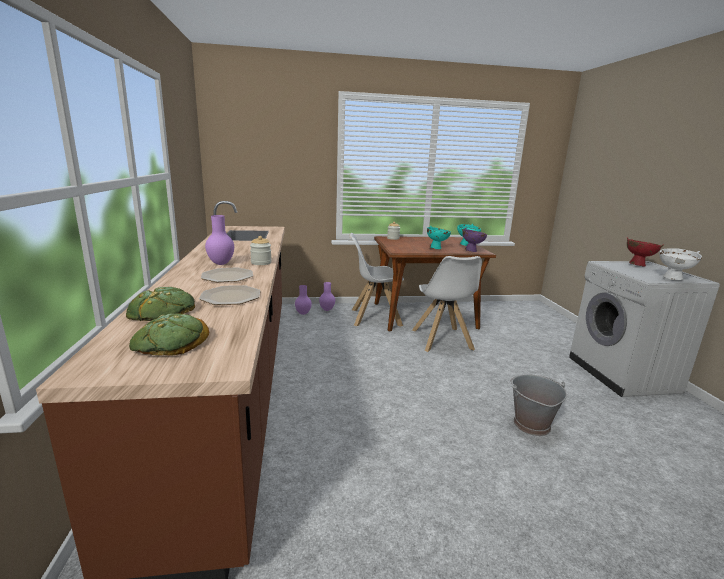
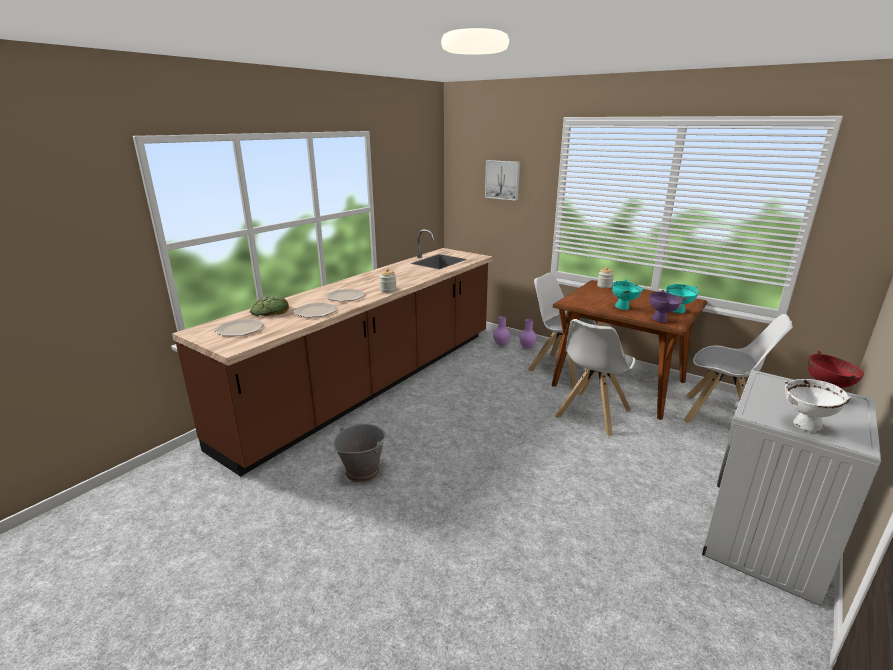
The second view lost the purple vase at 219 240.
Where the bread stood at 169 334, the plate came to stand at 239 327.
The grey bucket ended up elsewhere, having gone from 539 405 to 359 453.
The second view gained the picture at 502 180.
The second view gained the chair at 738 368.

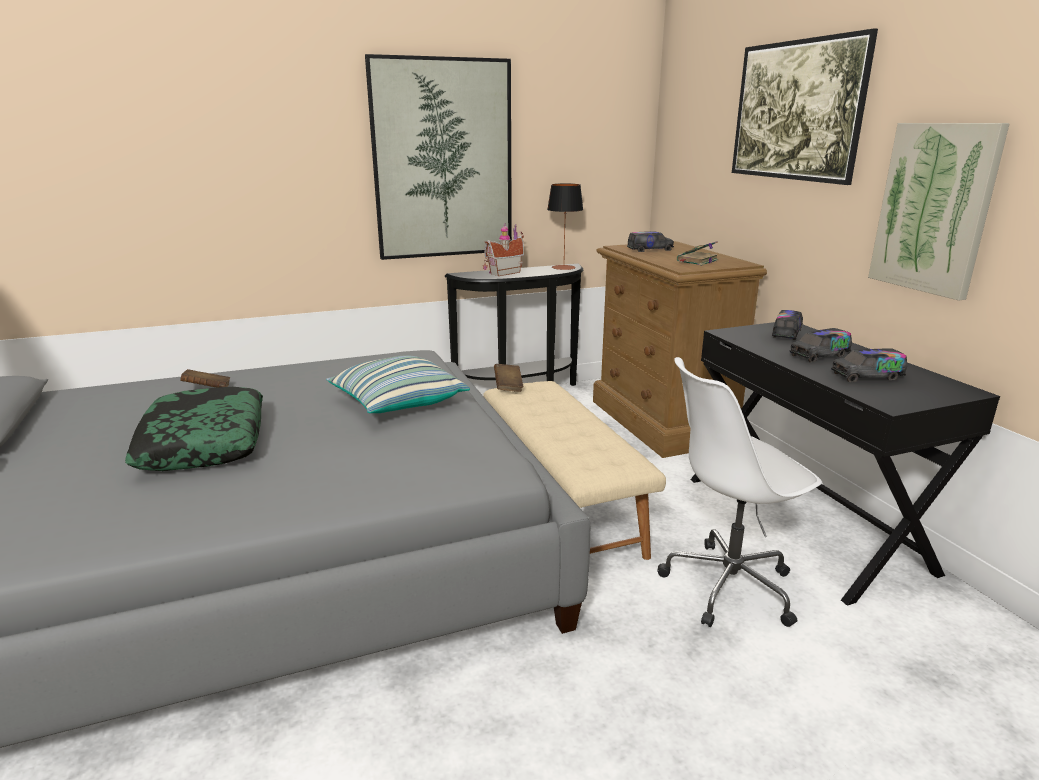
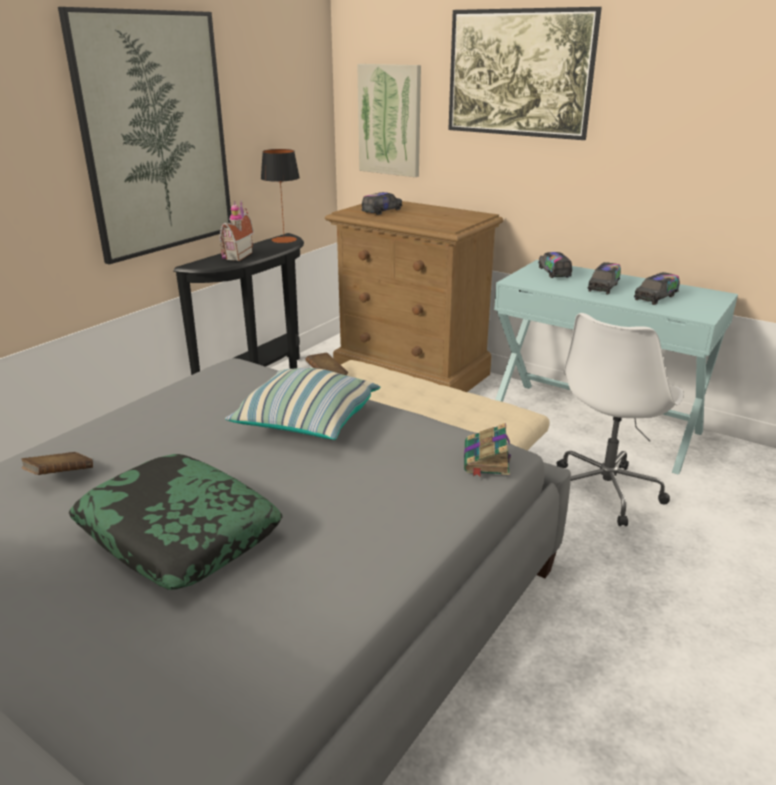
The picture ended up elsewhere, having gone from 939 212 to 389 120.
The book ended up elsewhere, having gone from 697 253 to 487 450.
What was the black desk at 845 464 turned into the turquoise desk at 616 367.

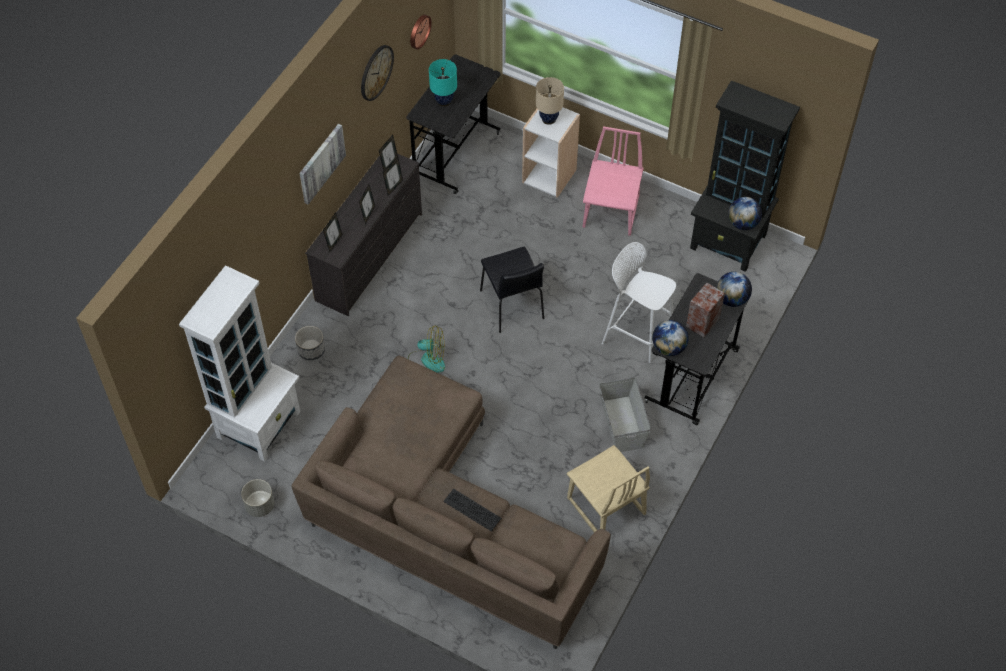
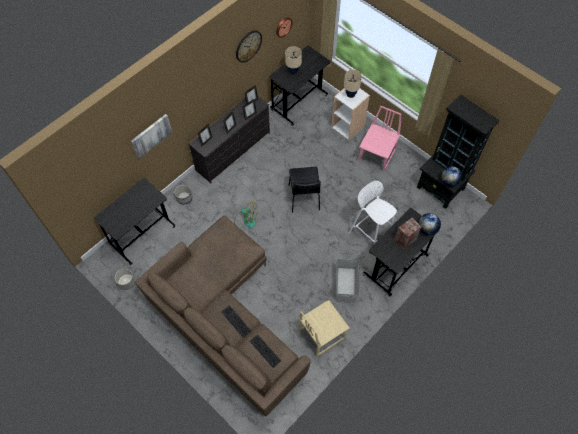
What was the turquoise table lamp at 443 83 turned into the beige table lamp at 293 60.
The picture ended up elsewhere, having gone from 323 164 to 151 136.
Where the white cabinet stood at 239 363, the black desk came to stand at 134 221.
The second view lost the globe at 670 338.
The beige chair at 608 488 ended up facing another way, 75 degrees clockwise from before.
The second view gained the keyboard at 265 351.

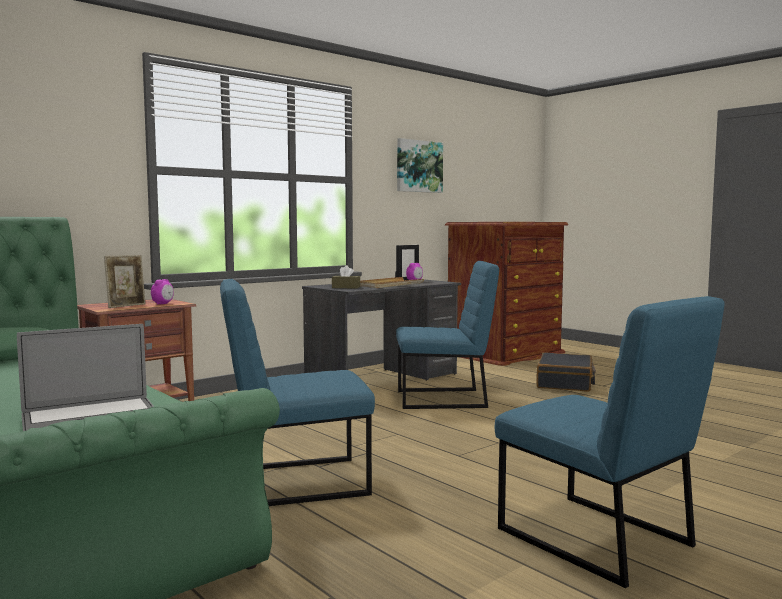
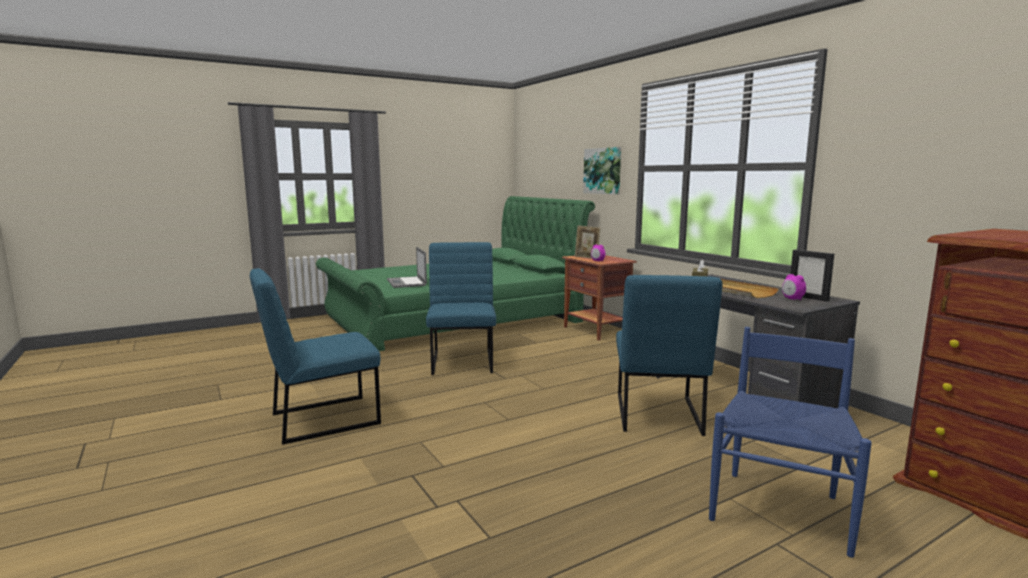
The picture ended up elsewhere, having gone from 420 165 to 602 170.
Where the black suitcase stood at 566 372, the blue chair came to stand at 790 442.

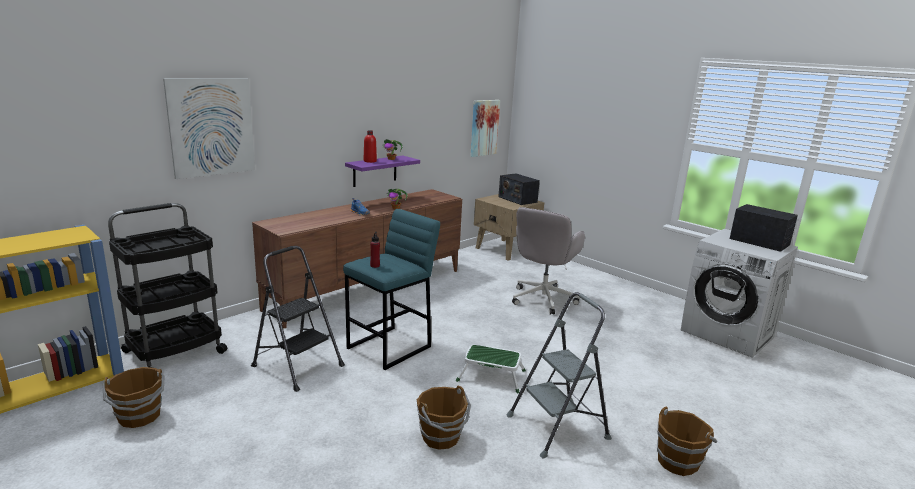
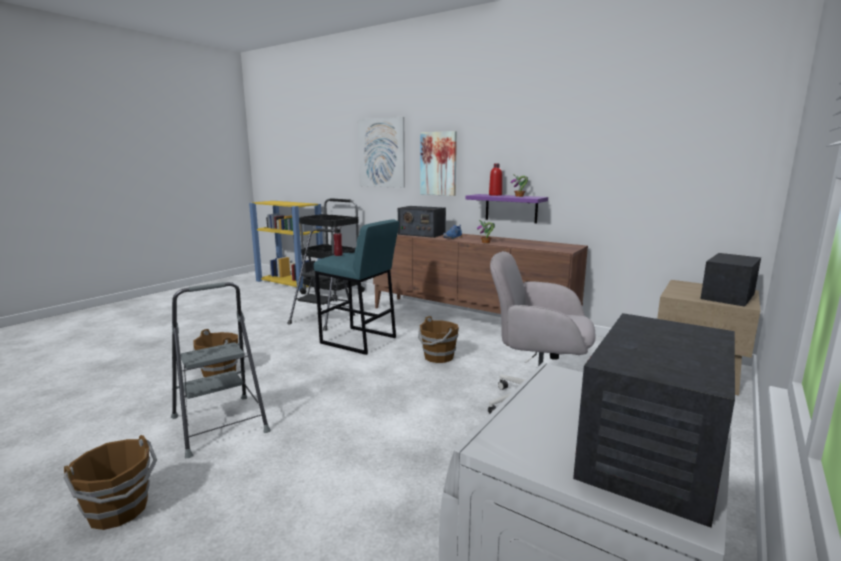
The picture ended up elsewhere, having gone from 485 128 to 438 163.
The second view lost the green step ladder at 491 368.
The brown bucket ended up elsewhere, having gone from 133 397 to 438 339.
The second view gained the radio at 422 222.

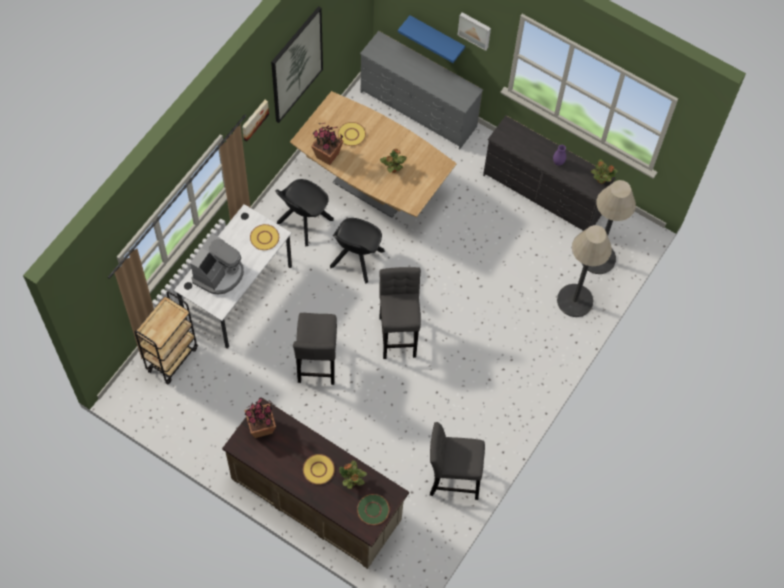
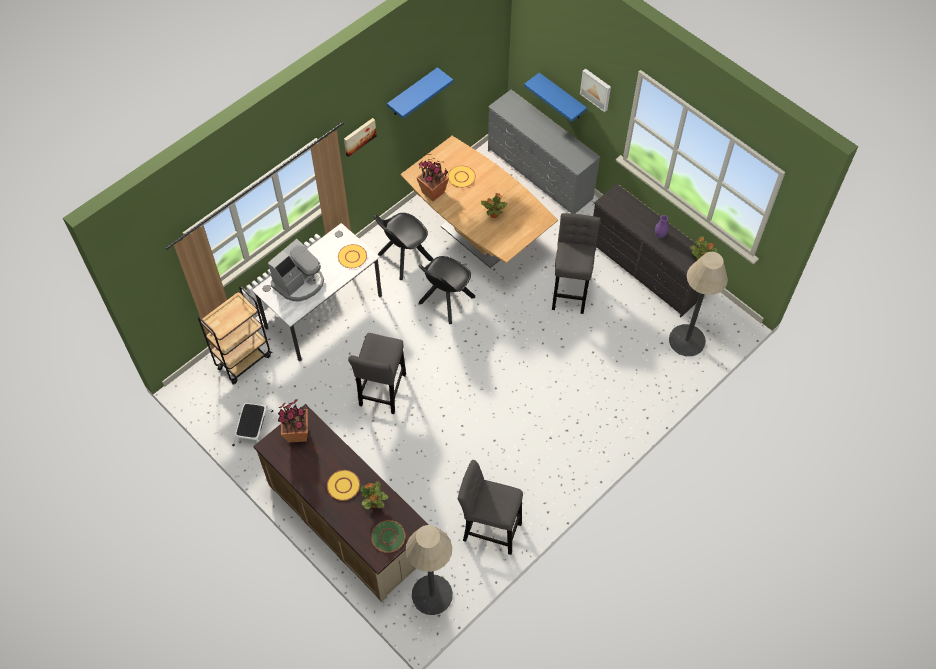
Where the picture hung at 297 64, the blue shelf came to hang at 420 93.
The floor lamp ended up elsewhere, having gone from 584 271 to 429 570.
The grey stool ended up elsewhere, having gone from 400 313 to 576 263.
The second view gained the black step ladder at 252 424.

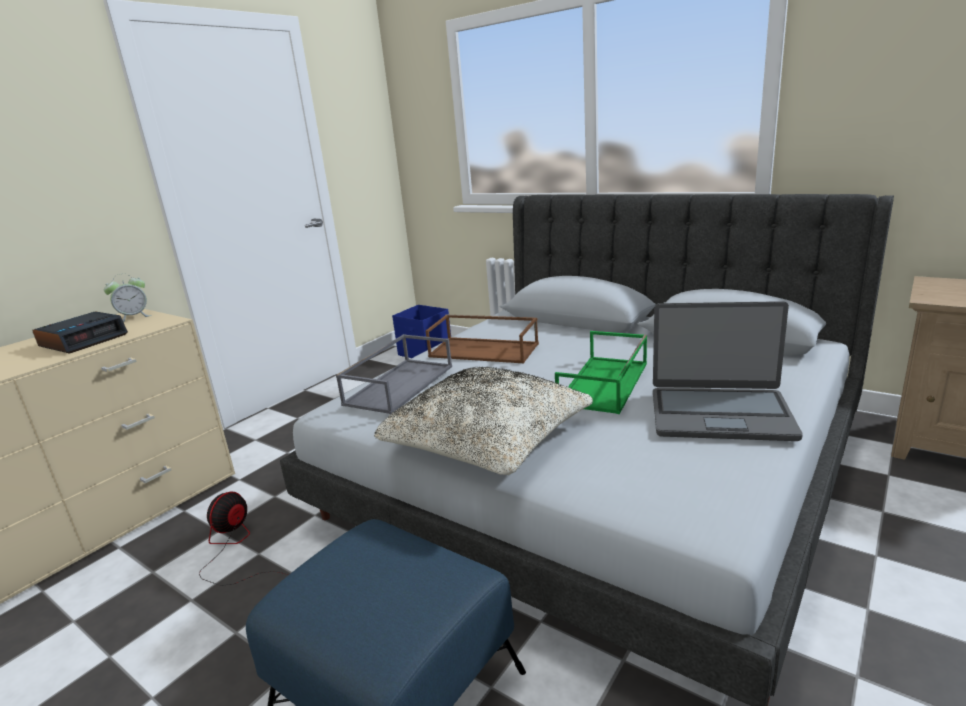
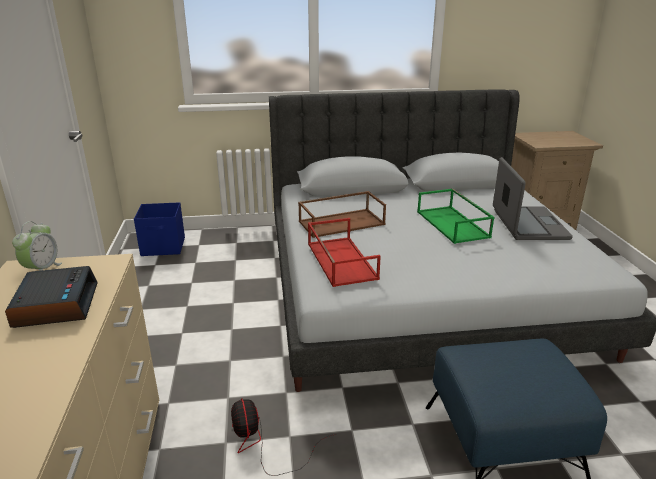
The laptop at 728 371 ended up facing another way, 60 degrees counterclockwise from before.
What was the grey tray at 394 374 turned into the red tray at 344 252.
The second view lost the beige pillow at 483 421.

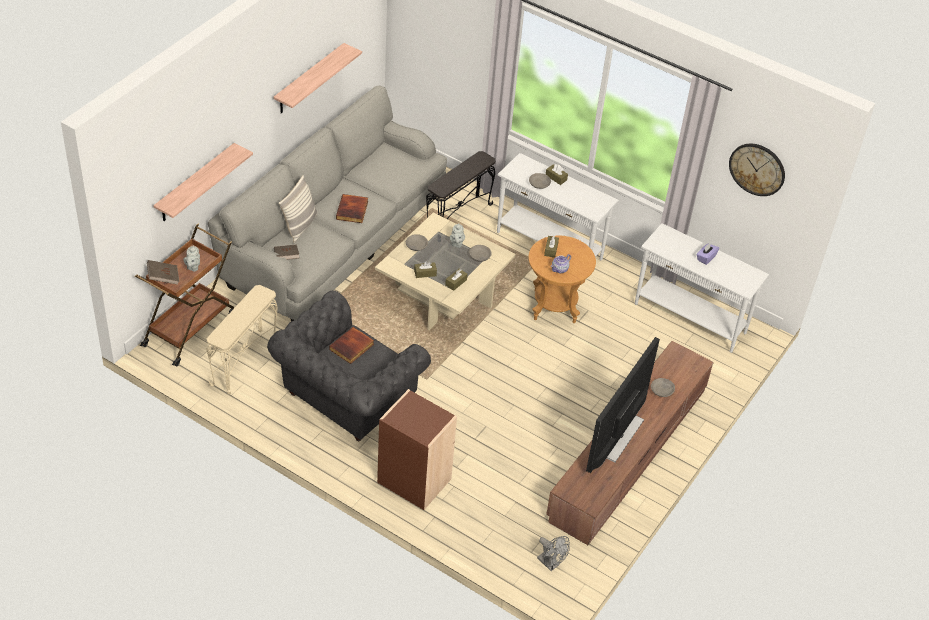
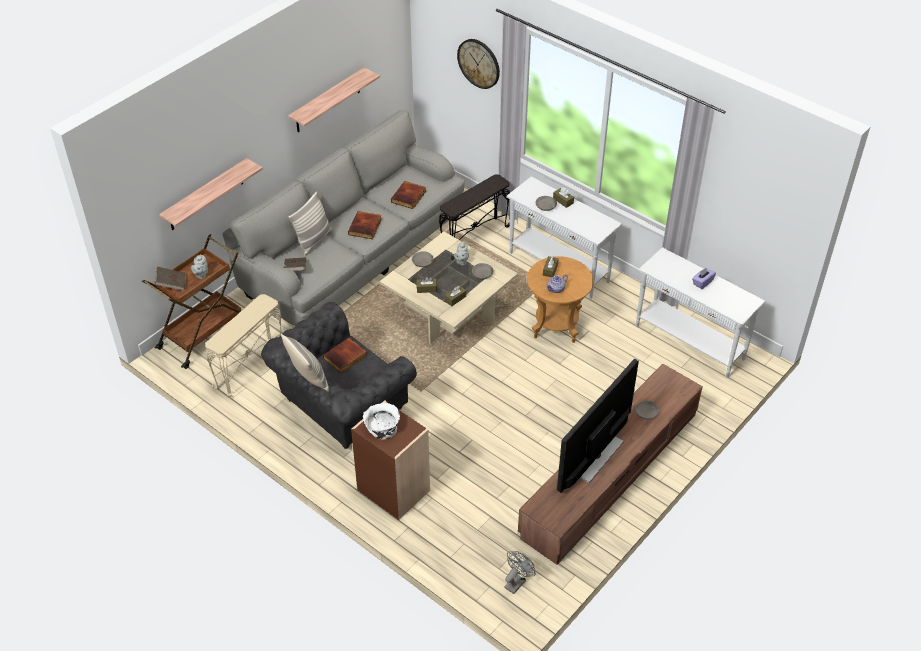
The wall clock ended up elsewhere, having gone from 757 170 to 478 64.
The grey fan at 553 553 ended up facing another way, 105 degrees counterclockwise from before.
The second view gained the book at 408 195.
The second view gained the pillow at 305 363.
The second view gained the white bowl at 381 421.

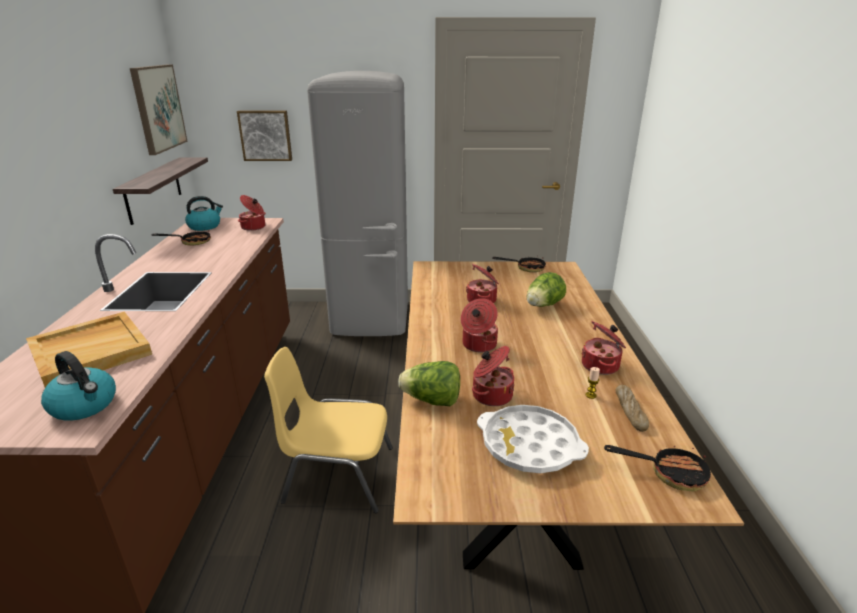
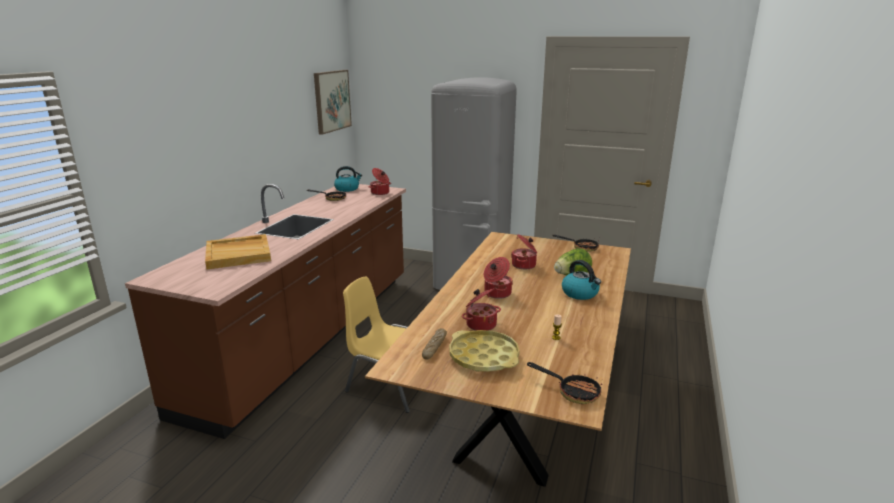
The second view lost the picture at 264 136.
The second view lost the shelf at 160 191.
The second view lost the cooking pot at 603 348.
The kettle ended up elsewhere, having gone from 78 386 to 581 280.
The second view lost the lettuce at 429 383.
The bread ended up elsewhere, having gone from 632 408 to 434 344.
What was the white tray at 533 439 turned into the yellow tray at 484 351.

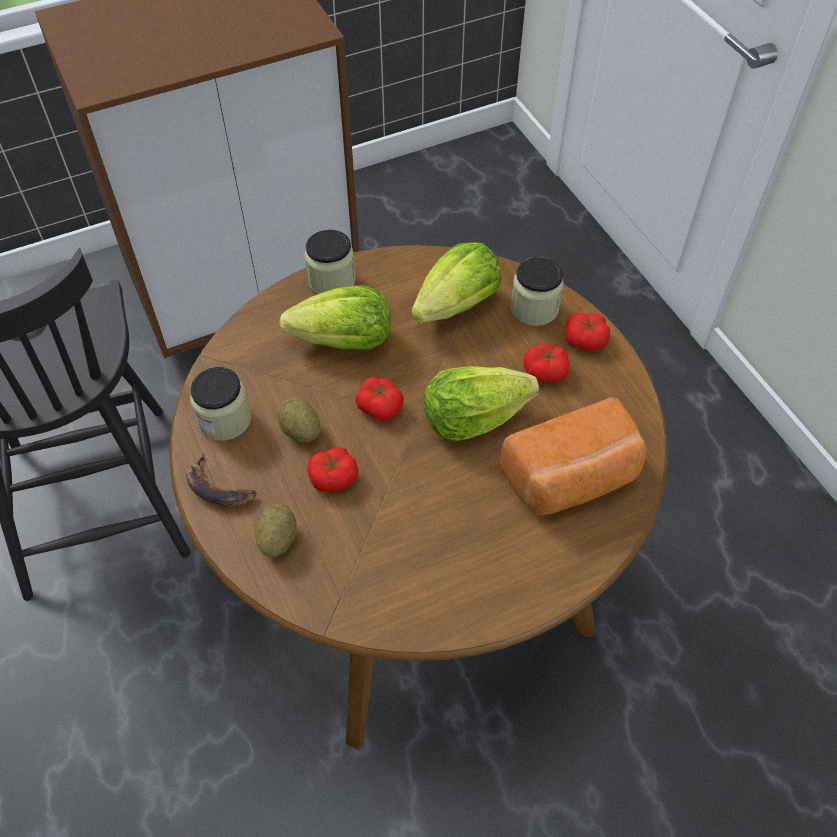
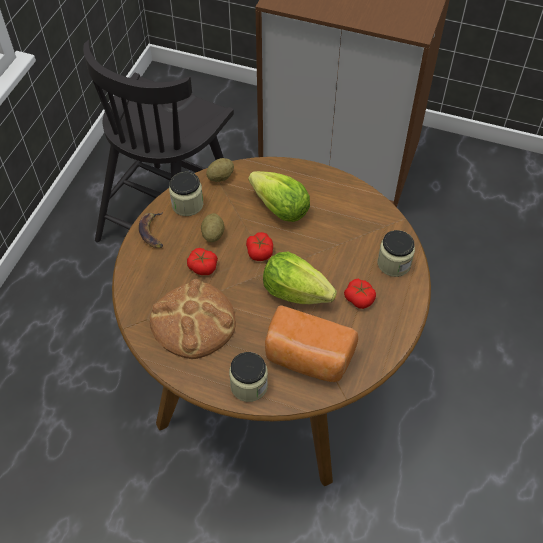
The jar ended up elsewhere, having gone from 330 262 to 248 377.
The second view lost the lettuce at 456 283.
The second view lost the tomato at 587 332.
The potato ended up elsewhere, having gone from 276 530 to 220 170.
The second view gained the bread at 193 319.

